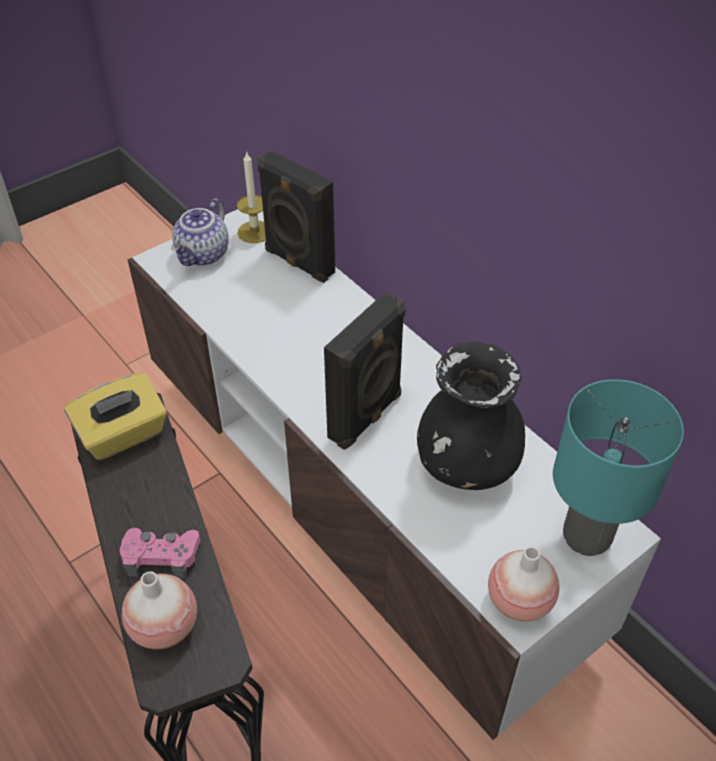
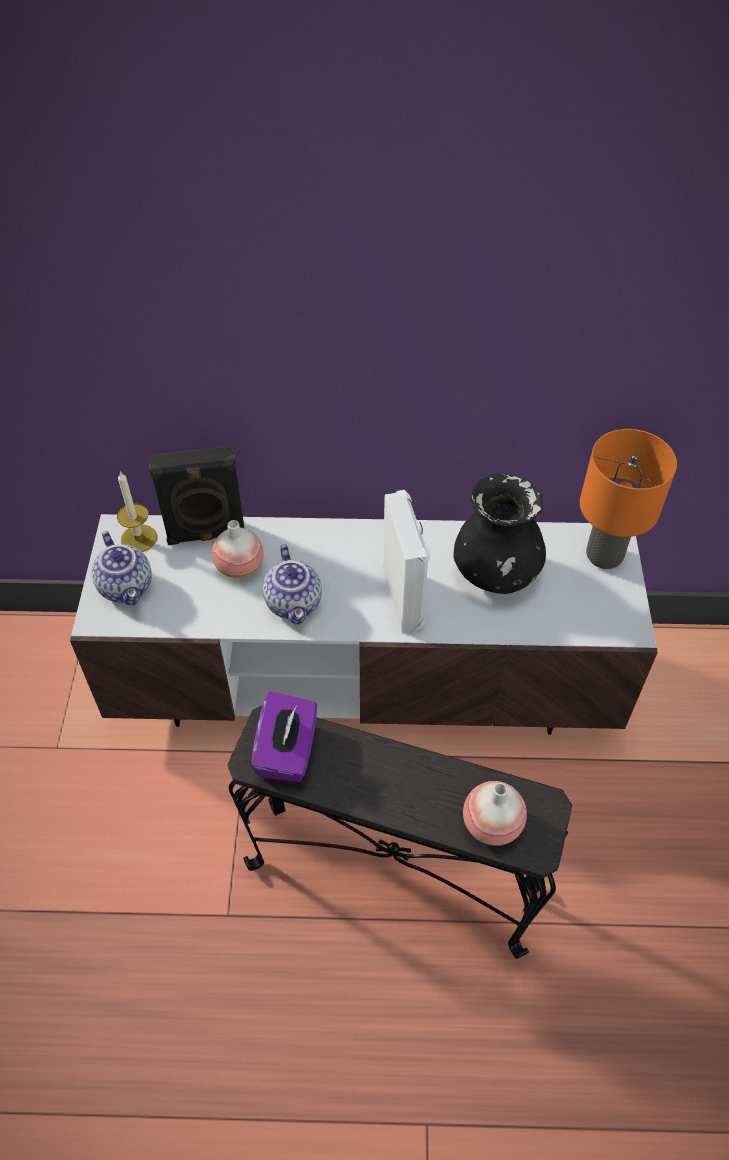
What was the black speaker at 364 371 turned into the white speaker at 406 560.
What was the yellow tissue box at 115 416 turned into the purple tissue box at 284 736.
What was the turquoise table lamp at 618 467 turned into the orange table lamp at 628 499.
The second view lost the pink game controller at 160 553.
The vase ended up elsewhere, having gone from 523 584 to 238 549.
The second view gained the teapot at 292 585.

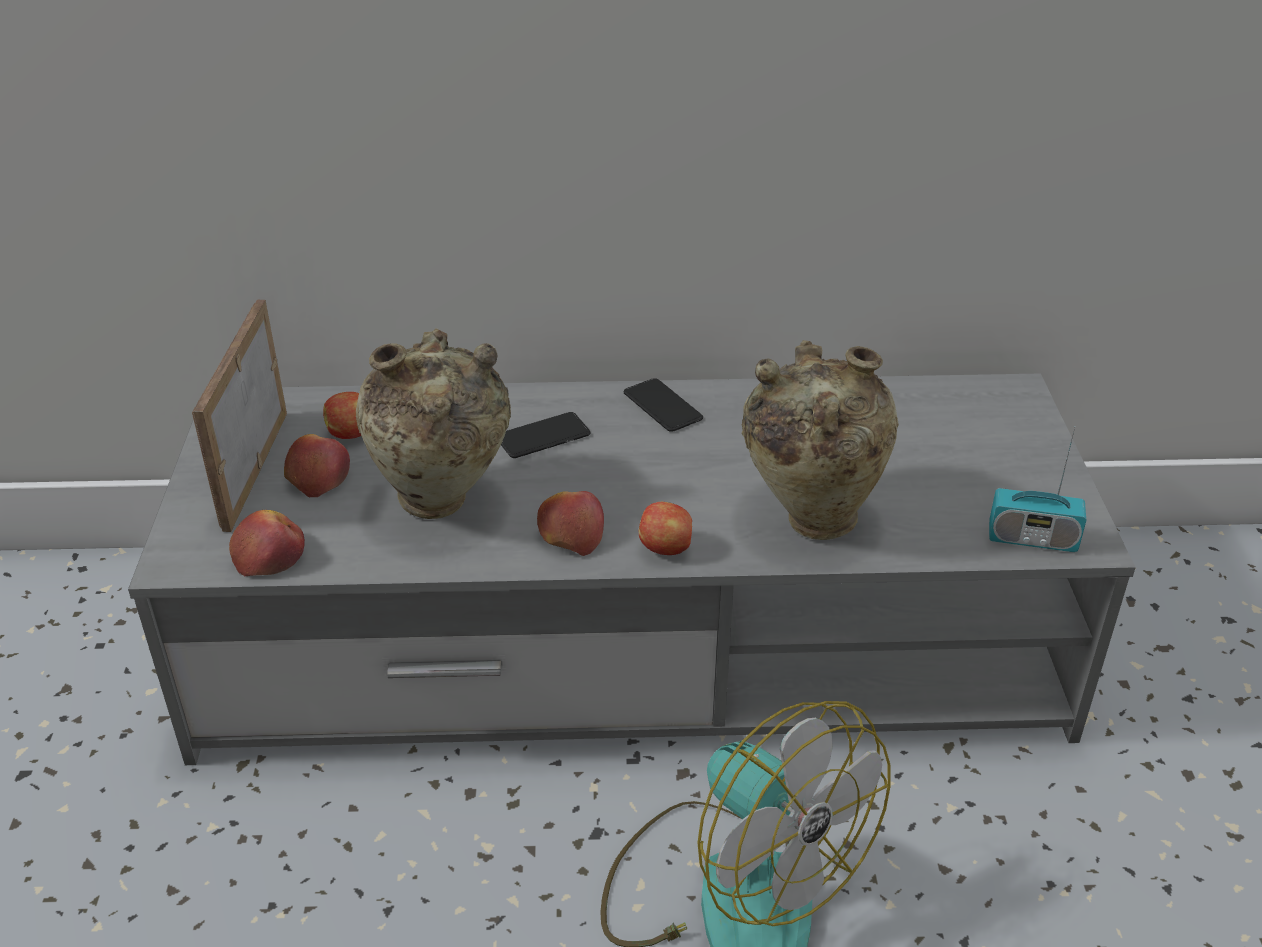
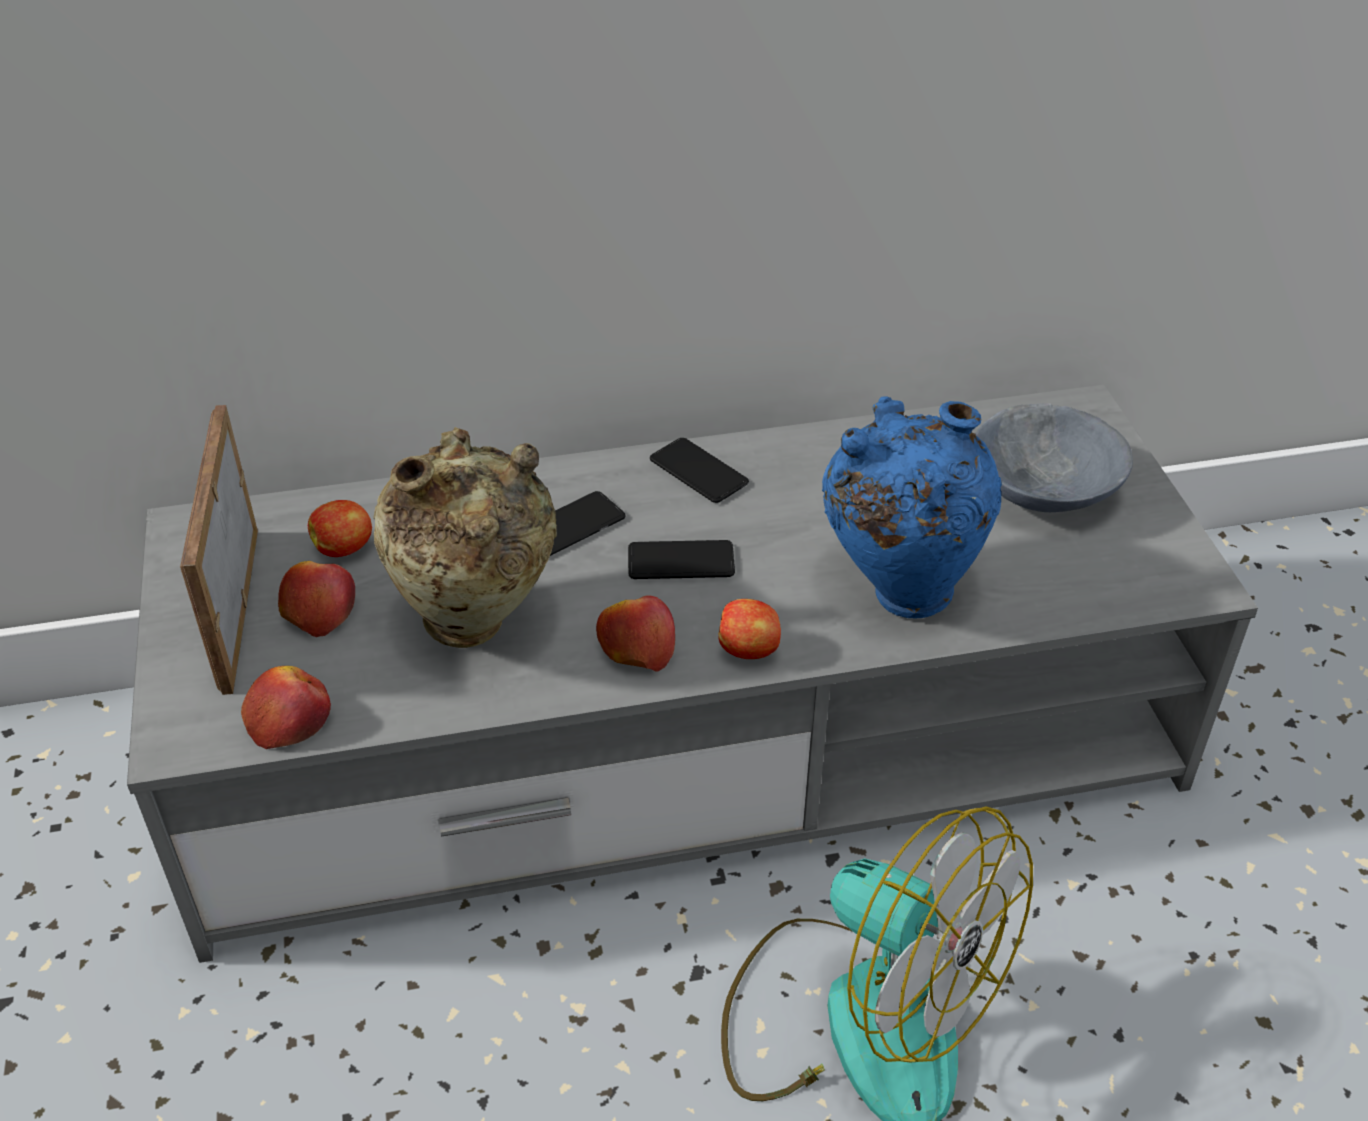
What was the beige vase at 820 440 turned into the blue vase at 912 507.
The second view lost the radio at 1037 490.
The second view gained the grey bowl at 1054 457.
The second view gained the phone at 681 559.

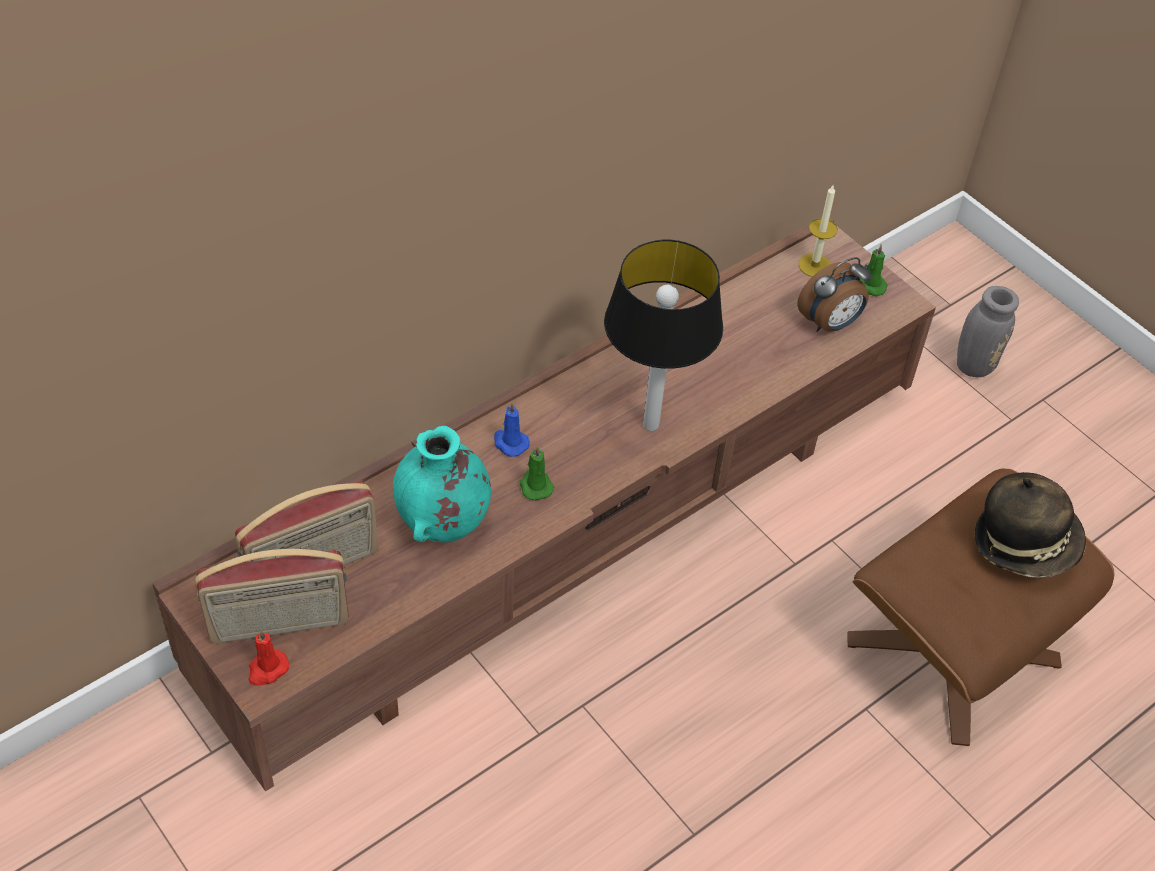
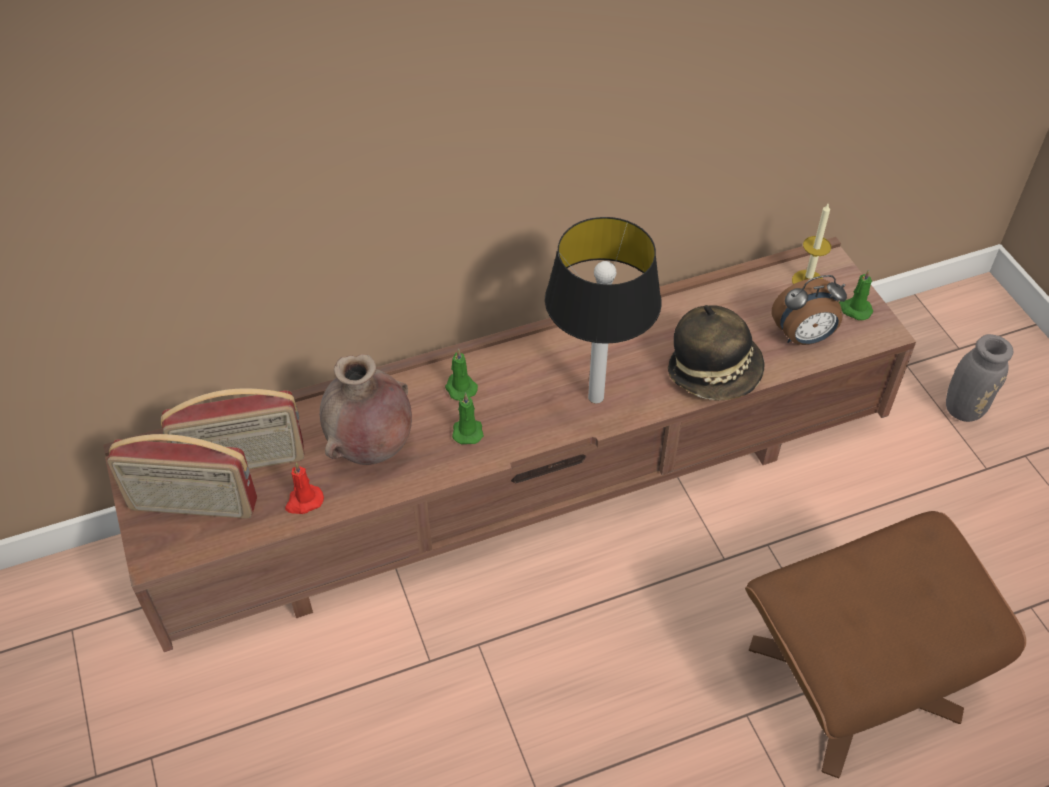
What was the blue candle at 512 429 turned into the green candle at 461 375.
What was the turquoise vase at 442 484 turned into the brown vase at 366 409.
The hat ended up elsewhere, having gone from 1030 524 to 716 352.
The red candle ended up elsewhere, having gone from 268 657 to 304 488.

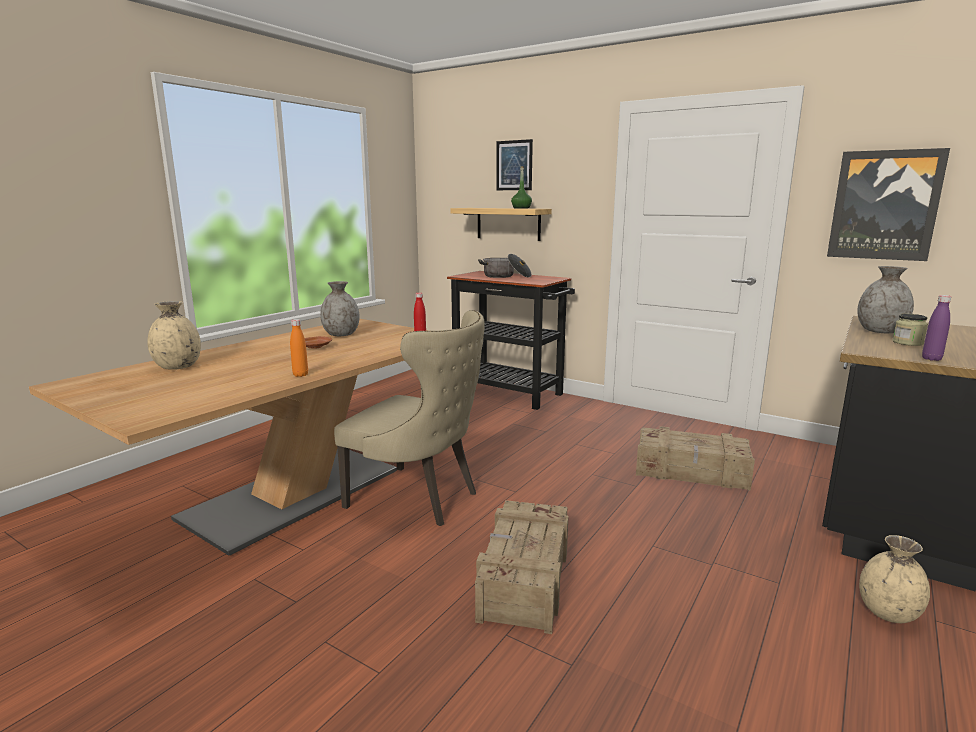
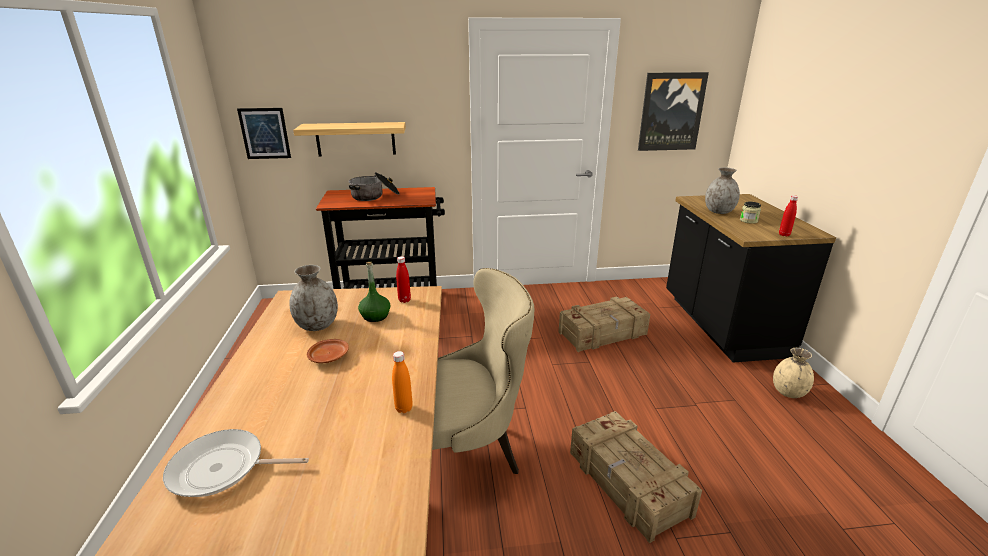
The picture ended up elsewhere, having gone from 514 164 to 264 133.
The green bottle ended up elsewhere, having gone from 521 187 to 374 292.
What was the purple bottle at 936 328 turned into the red bottle at 788 216.
Where the beige vase stood at 174 335, the frying pan came to stand at 236 463.

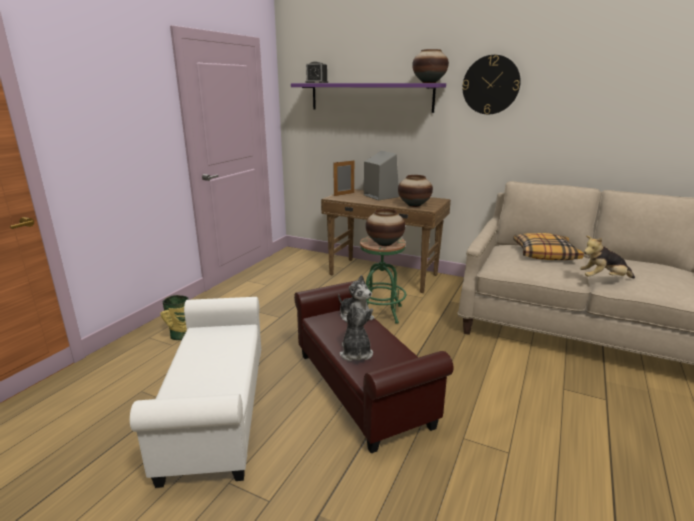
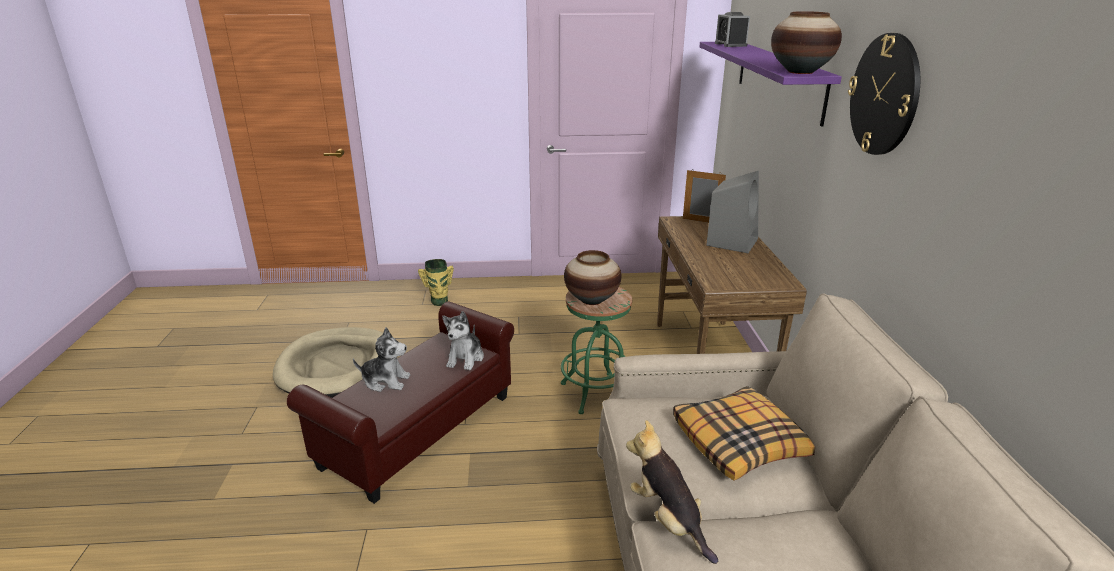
The second view lost the vase at 415 191.
Where the white ottoman stood at 195 392, the beige dog bed came to stand at 328 362.
The plush toy at 356 332 ended up facing another way, 45 degrees clockwise from before.

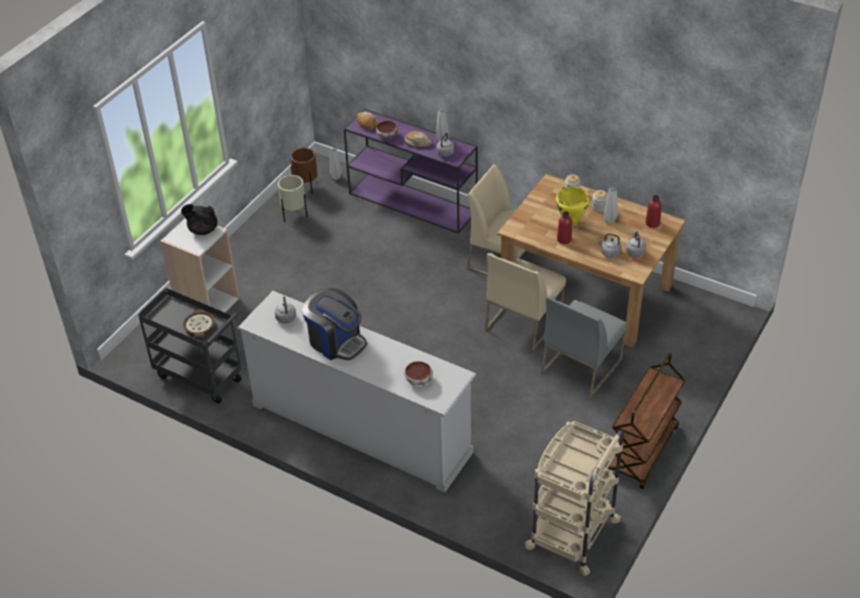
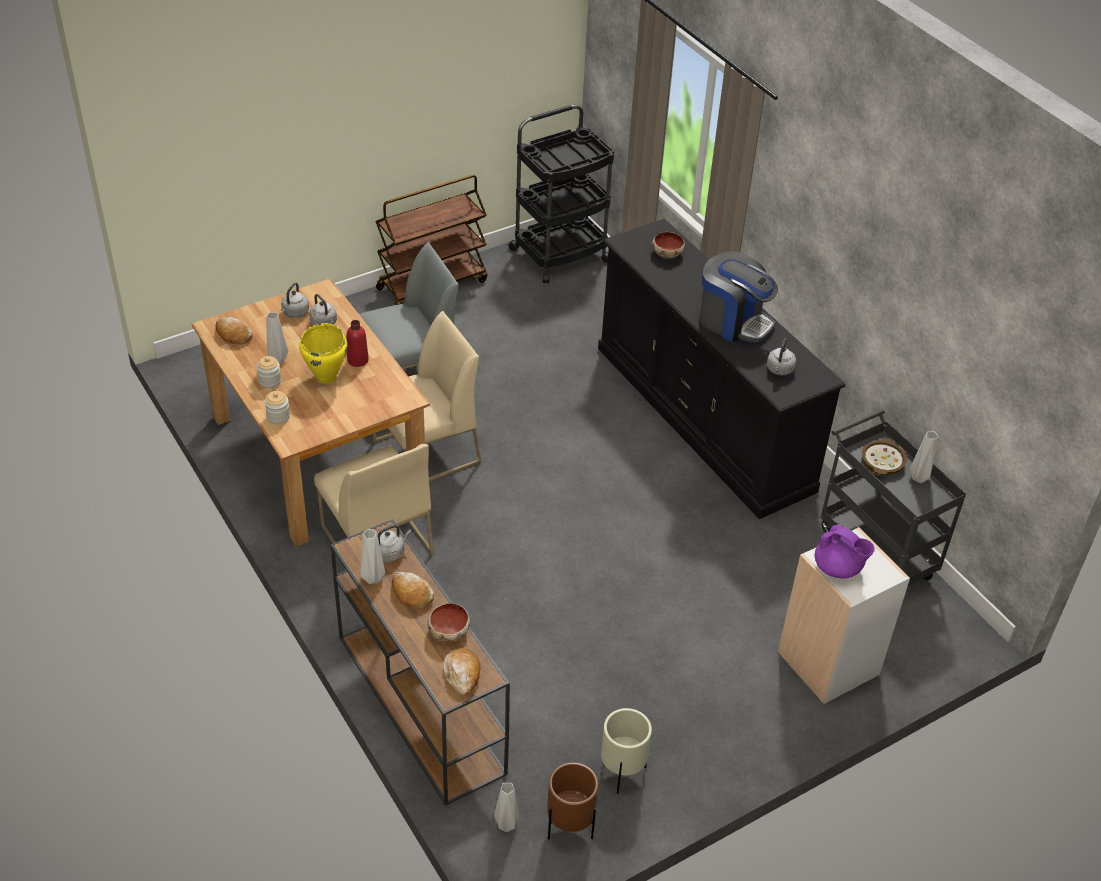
What was the purple console table at 411 171 turned into the brown console table at 420 662.
Where the red bottle stood at 653 211, the bread came to stand at 233 331.
What was the black teapot at 199 219 turned into the purple teapot at 845 551.
The coffee machine at 334 324 ended up facing another way, 150 degrees clockwise from before.
What was the white cabinet at 356 392 turned into the black cabinet at 721 369.
What was the beige cart at 574 498 turned into the black cart at 561 194.
The second view gained the grey vase at 924 457.

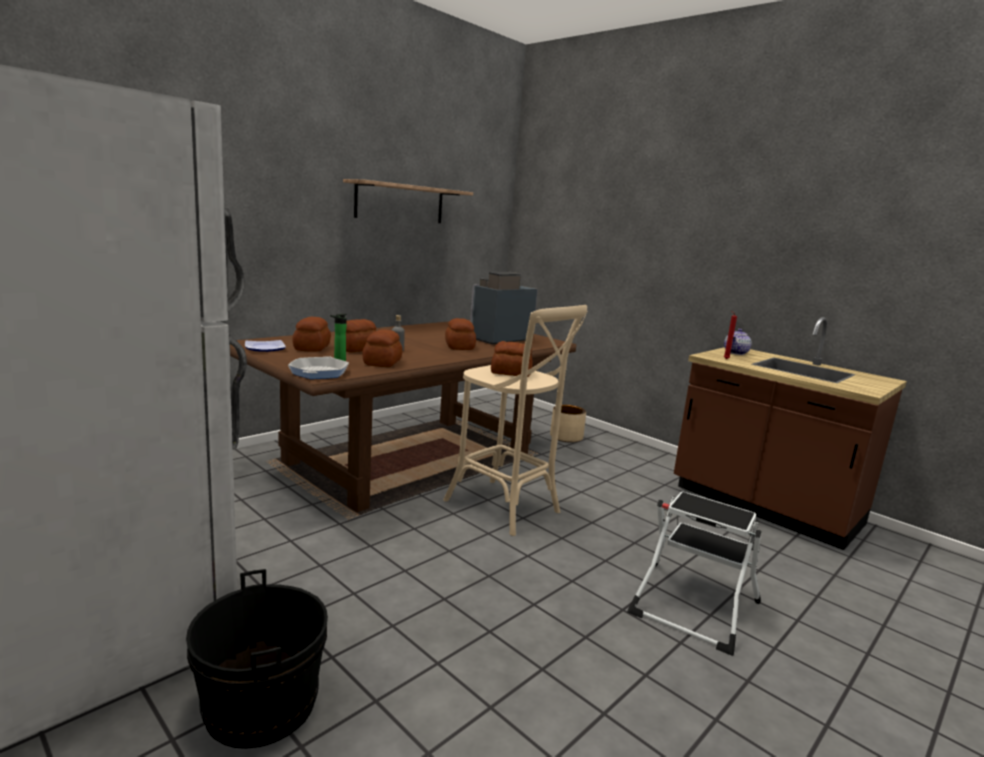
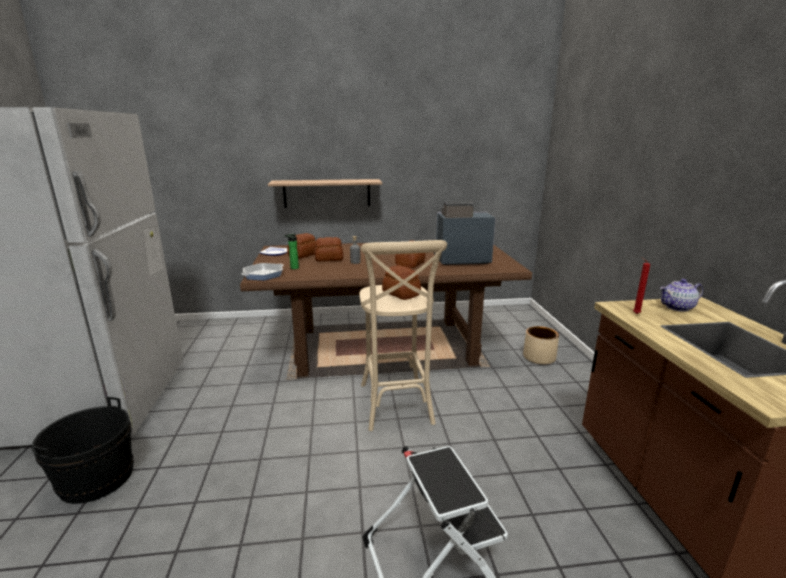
The shelf ended up elsewhere, having gone from 408 201 to 325 193.
The second view lost the bread at 382 348.

